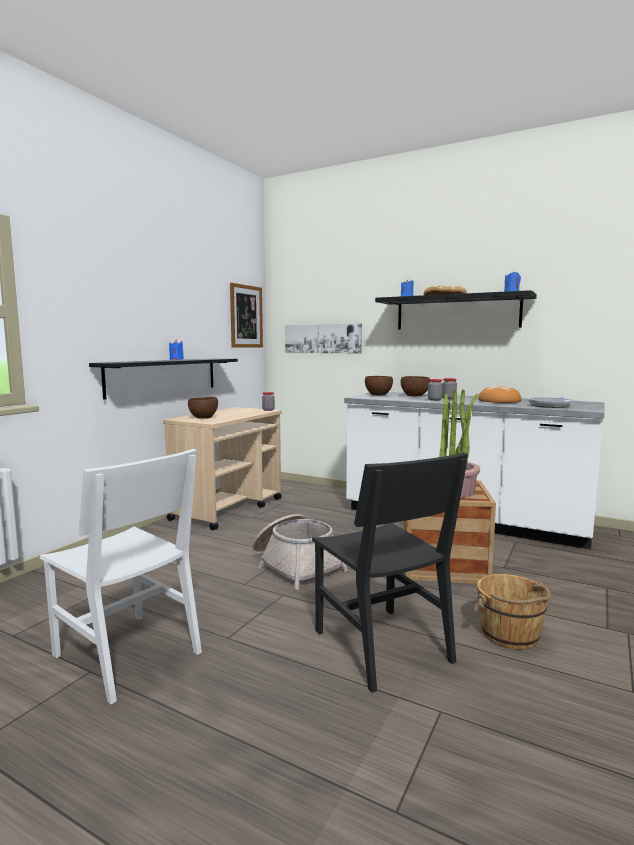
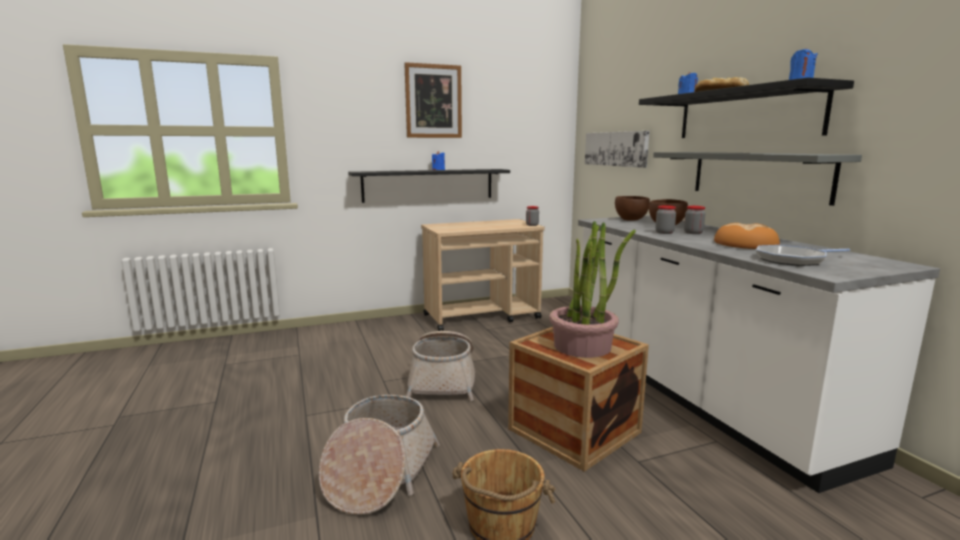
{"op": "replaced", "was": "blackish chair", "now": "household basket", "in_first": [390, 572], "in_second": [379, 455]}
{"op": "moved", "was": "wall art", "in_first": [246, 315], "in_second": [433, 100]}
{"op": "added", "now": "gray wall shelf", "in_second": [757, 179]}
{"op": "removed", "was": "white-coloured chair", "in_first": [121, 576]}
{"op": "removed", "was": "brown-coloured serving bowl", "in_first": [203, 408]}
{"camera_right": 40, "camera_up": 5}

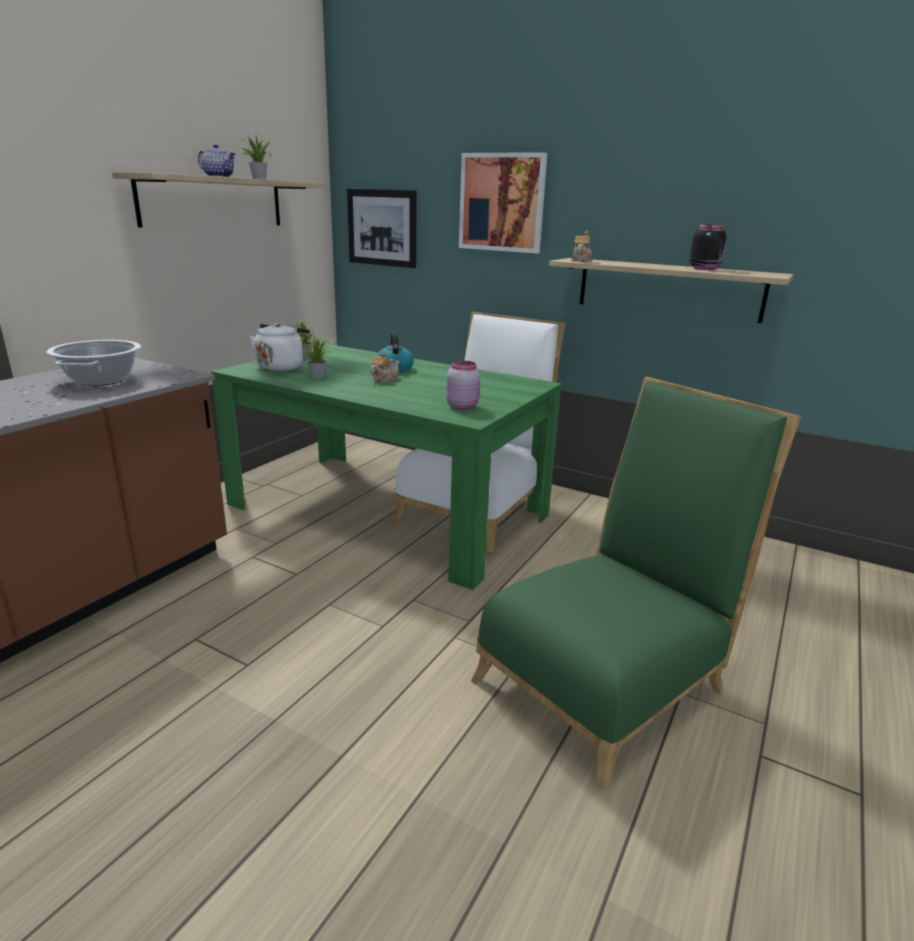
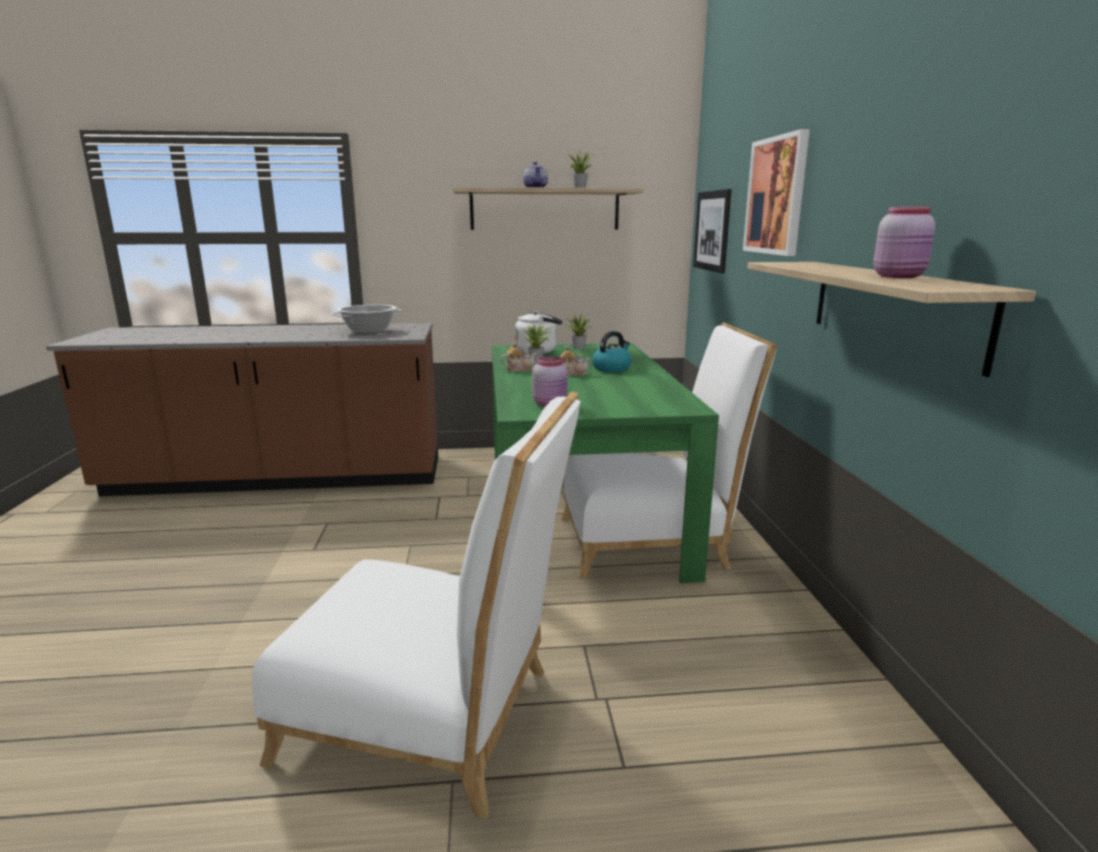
{"op": "recoloured", "was": "green-coloured chair", "now": "white-coloured chair", "in_first": [636, 584], "in_second": [416, 605]}
{"op": "moved", "was": "tea pot", "in_first": [581, 246], "in_second": [519, 357]}
{"op": "recoloured", "was": "blackish preserve jar", "now": "pink preserve jar", "in_first": [708, 247], "in_second": [904, 242]}
{"camera_right": 55, "camera_up": -5}

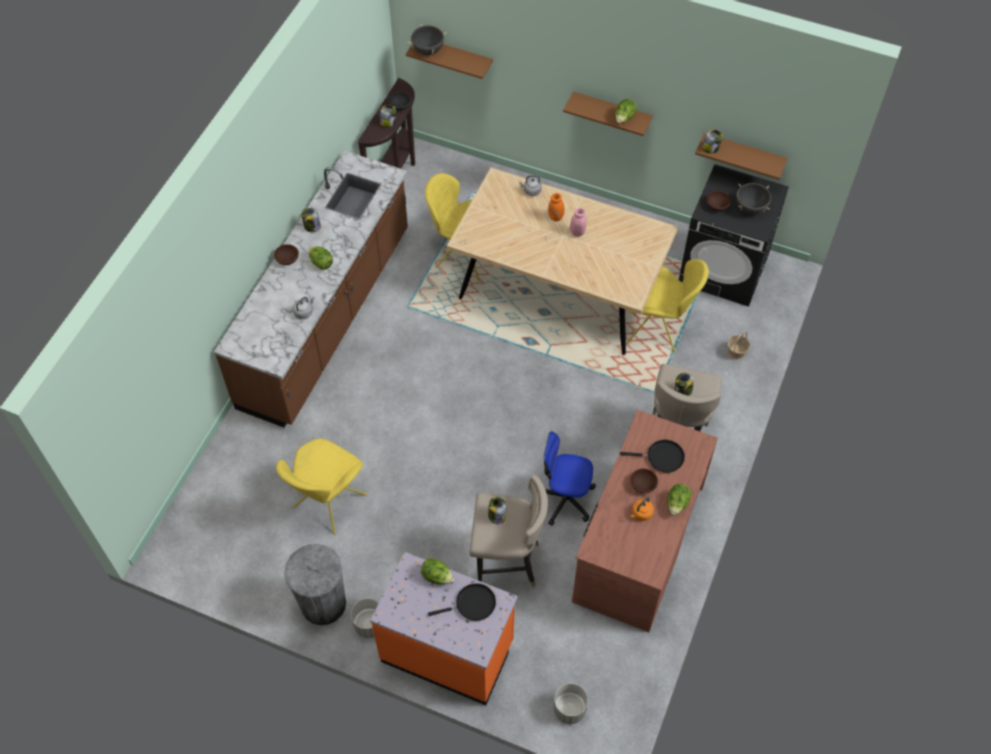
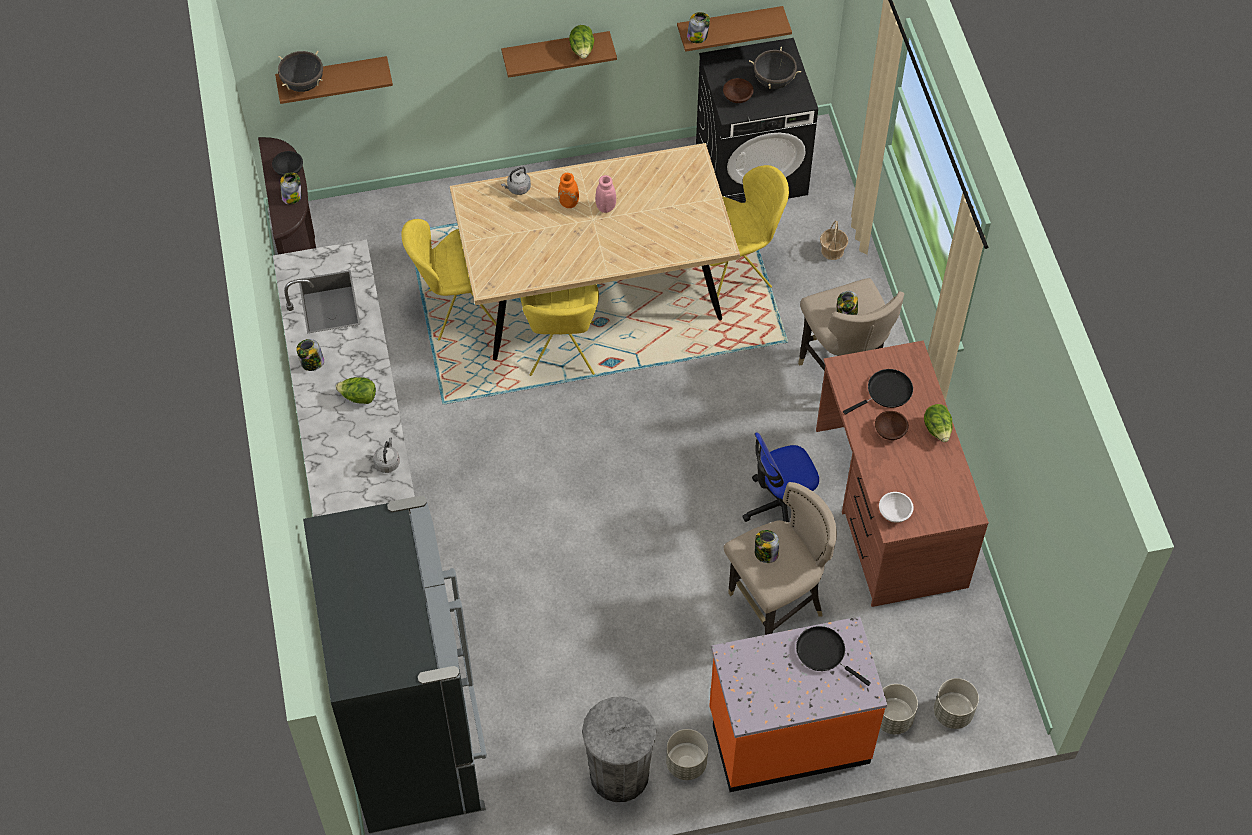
{"op": "added", "now": "blackish fridge", "in_second": [395, 665]}
{"op": "moved", "was": "yellow-coloured chair", "in_first": [321, 487], "in_second": [560, 330]}
{"op": "turned", "was": "blackish skillet", "in_first": [462, 602], "in_second": [833, 656], "clockwise": -90}
{"op": "added", "now": "white-coloured serving bowl", "in_second": [896, 507]}
{"op": "added", "now": "gray plant pot", "in_second": [899, 709]}
{"op": "removed", "was": "brown-coloured serving bowl", "in_first": [286, 254]}
{"op": "removed", "was": "head of lettuce", "in_first": [437, 571]}
{"op": "removed", "was": "orange tea kettle", "in_first": [642, 509]}
{"camera_right": -35, "camera_up": 0}

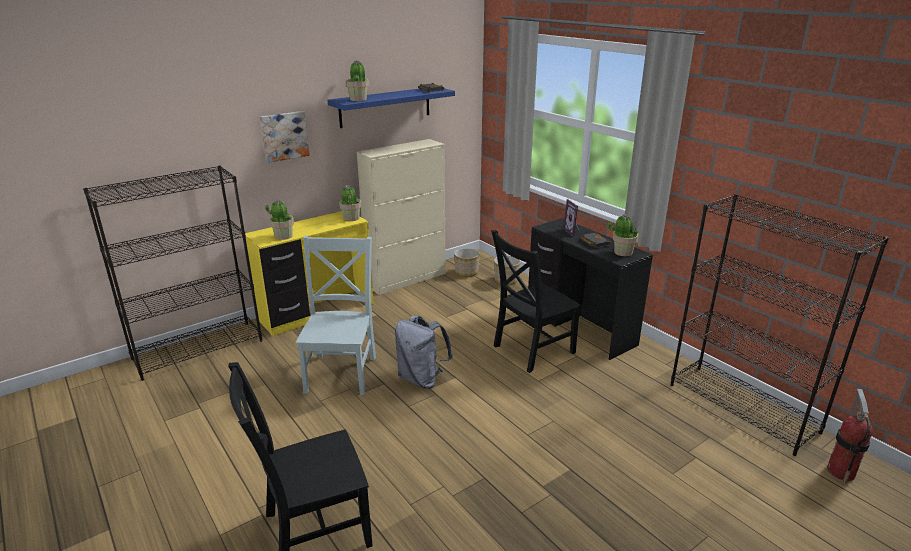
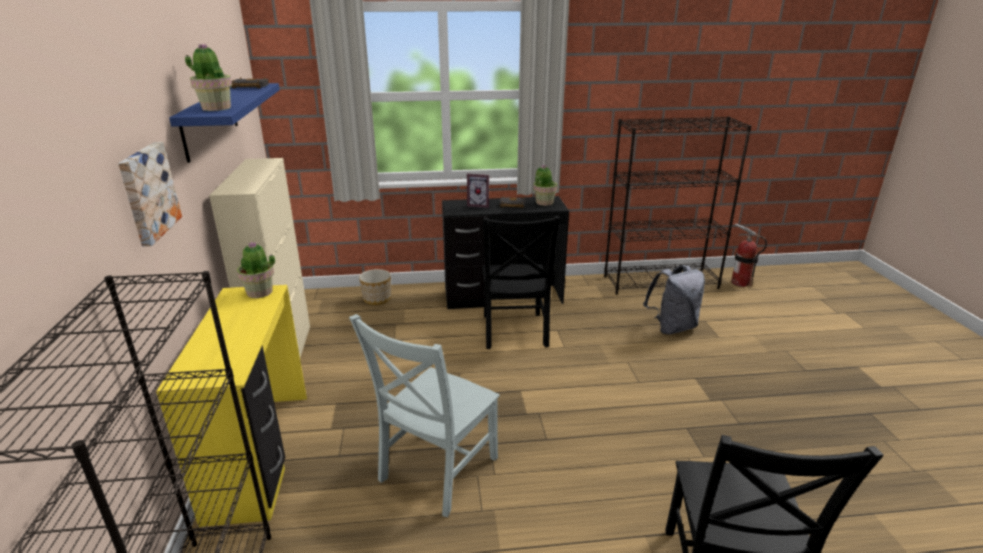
{"op": "turned", "was": "gray chair", "in_first": [336, 315], "in_second": [424, 415], "clockwise": -90}
{"op": "moved", "was": "gray backpack", "in_first": [424, 352], "in_second": [674, 300]}
{"op": "removed", "was": "plant in a pot", "in_first": [279, 219]}
{"op": "removed", "was": "plant pot", "in_first": [467, 262]}
{"camera_right": -60, "camera_up": 0}

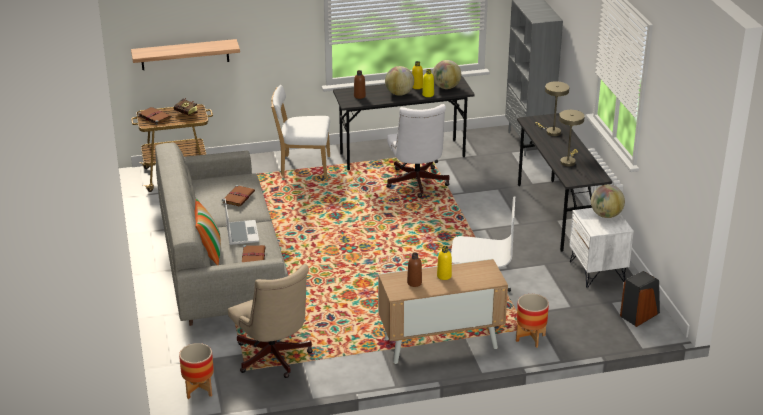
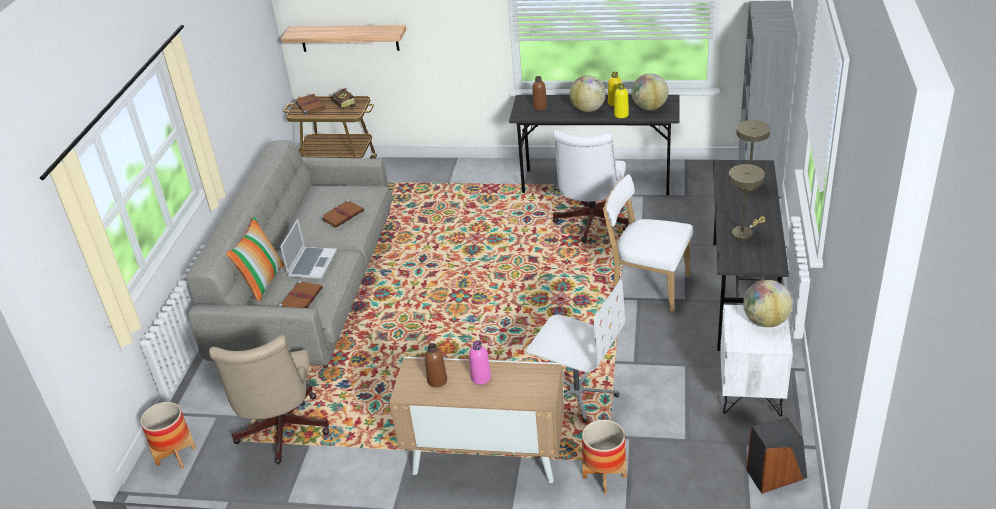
{"op": "recoloured", "was": "yellow-coloured drink bottle", "now": "pink drink bottle", "in_first": [444, 263], "in_second": [480, 362]}
{"op": "moved", "was": "white-coloured chair", "in_first": [300, 131], "in_second": [648, 243]}
{"camera_right": 25, "camera_up": 5}

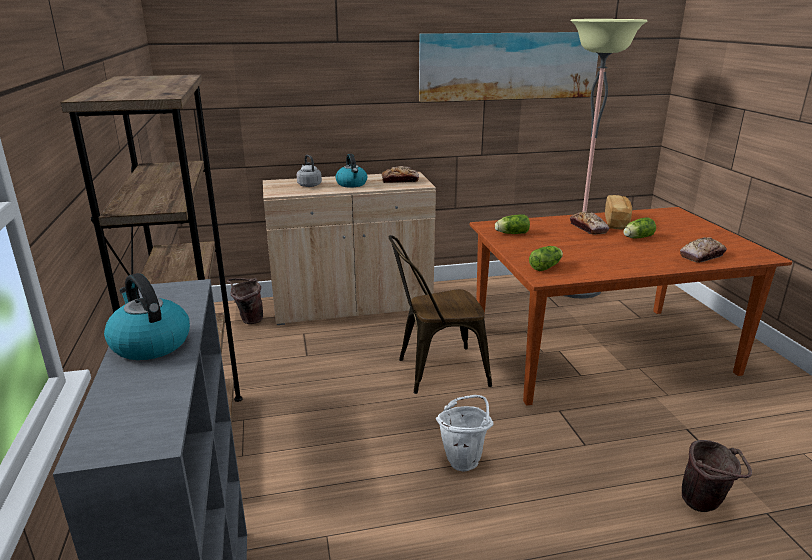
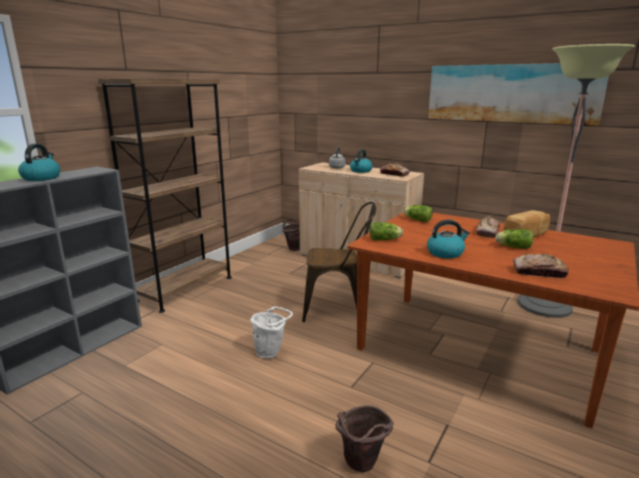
{"op": "turned", "was": "brown-coloured chair", "in_first": [440, 314], "in_second": [339, 262], "clockwise": 150}
{"op": "added", "now": "tea kettle", "in_second": [448, 239]}
{"camera_right": 45, "camera_up": -5}

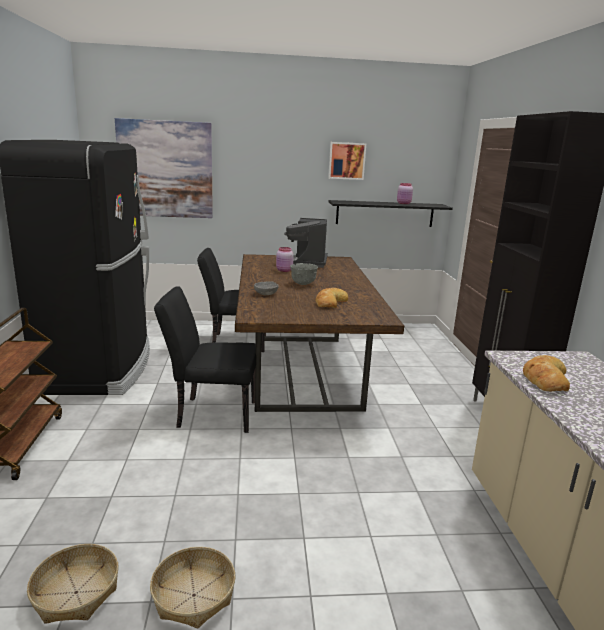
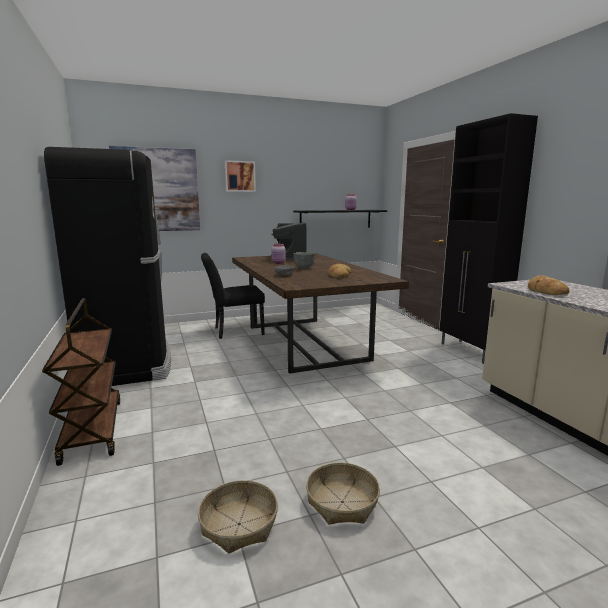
{"op": "moved", "was": "wall art", "in_first": [347, 161], "in_second": [240, 176]}
{"op": "removed", "was": "blackish chair", "in_first": [205, 359]}
{"camera_right": -15, "camera_up": -5}

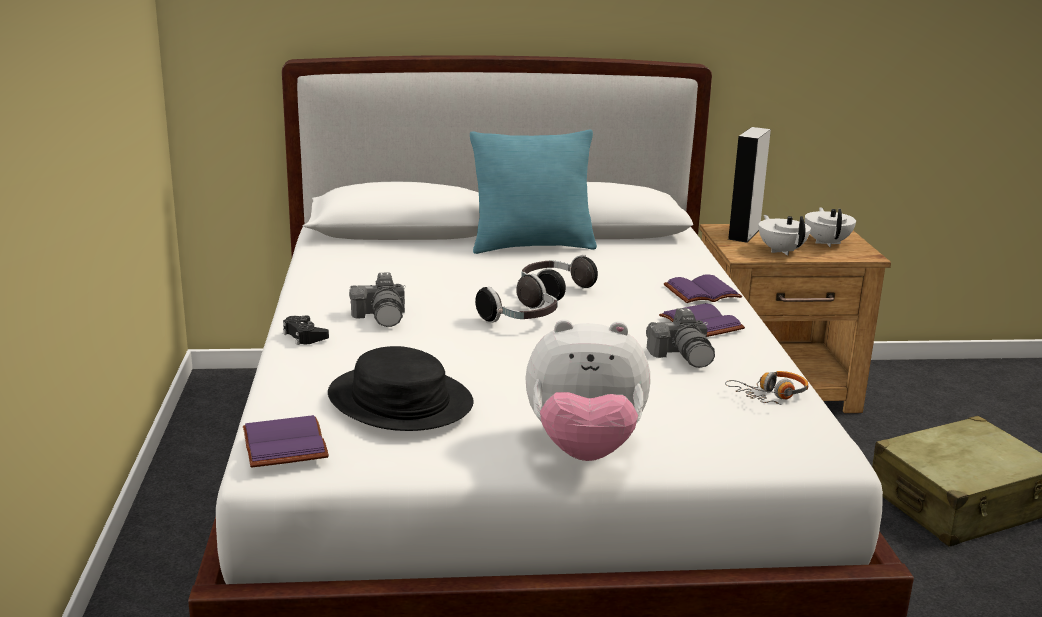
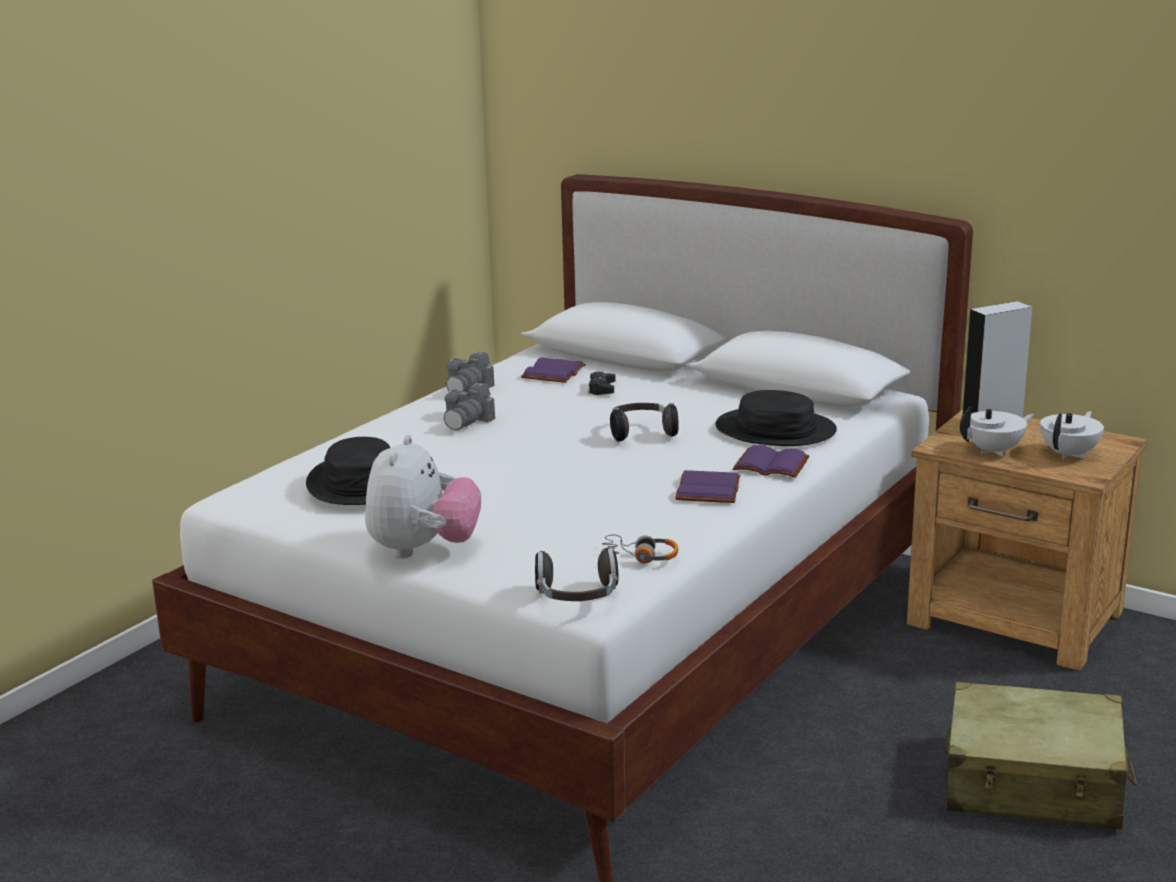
{"op": "turned", "was": "soft toy", "in_first": [587, 390], "in_second": [423, 496], "clockwise": -120}
{"op": "moved", "was": "still camera", "in_first": [680, 338], "in_second": [470, 372]}
{"op": "moved", "was": "purple bound book", "in_first": [286, 441], "in_second": [553, 370]}
{"op": "moved", "was": "headset", "in_first": [516, 298], "in_second": [576, 574]}
{"op": "moved", "was": "blackish joypad", "in_first": [306, 330], "in_second": [602, 383]}
{"op": "added", "now": "blackish clothing hat", "in_second": [776, 418]}
{"op": "turned", "was": "white-coloured tea pot", "in_first": [785, 235], "in_second": [997, 431], "clockwise": 45}
{"op": "removed", "was": "turquoise cushion", "in_first": [533, 191]}
{"camera_right": 40, "camera_up": 0}

